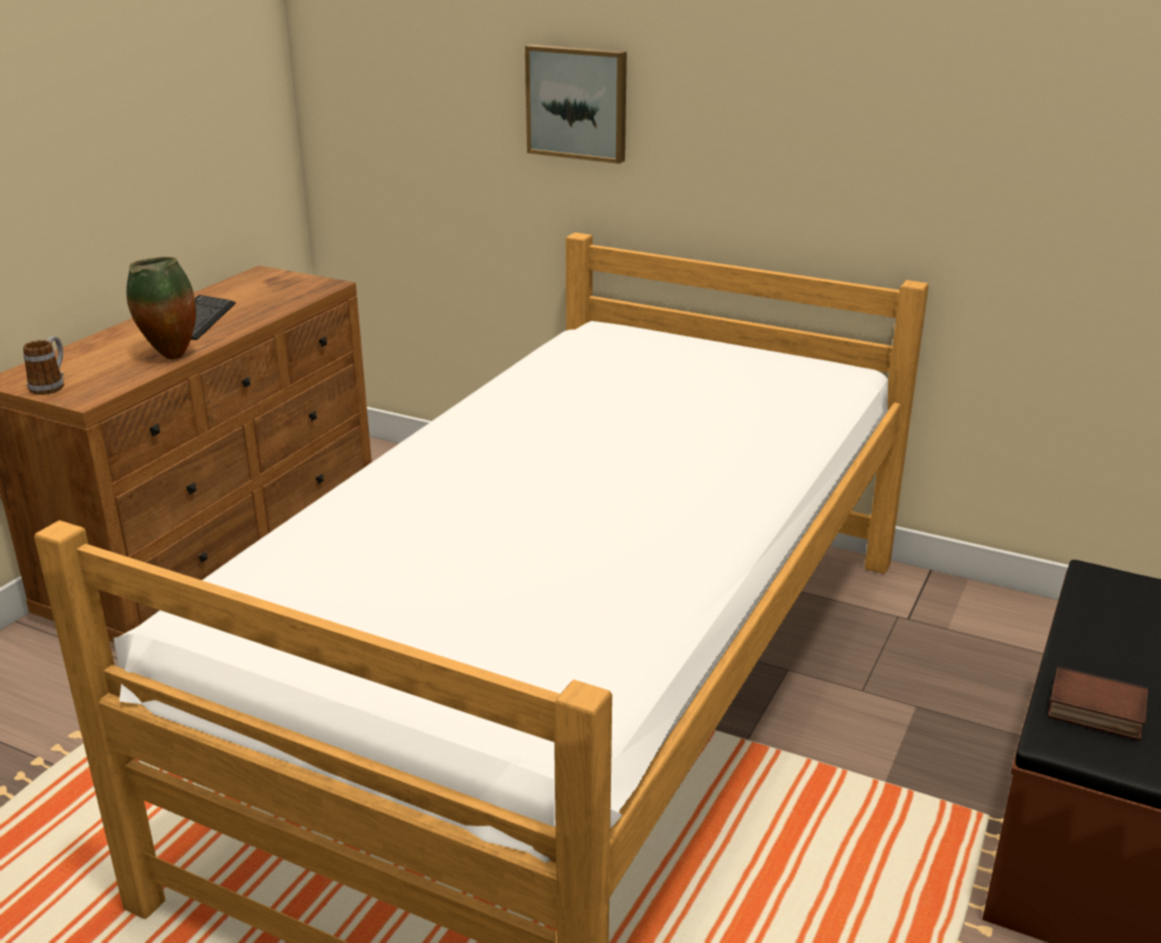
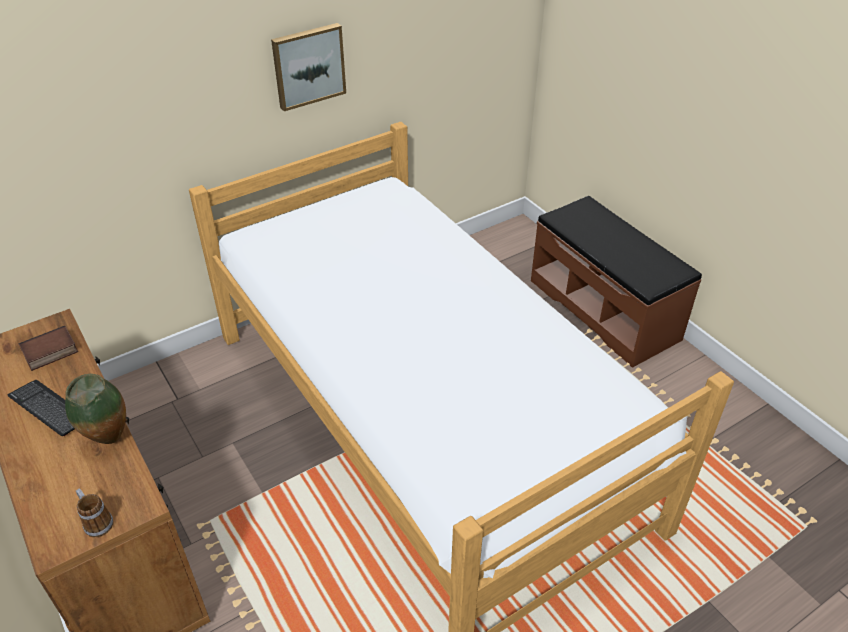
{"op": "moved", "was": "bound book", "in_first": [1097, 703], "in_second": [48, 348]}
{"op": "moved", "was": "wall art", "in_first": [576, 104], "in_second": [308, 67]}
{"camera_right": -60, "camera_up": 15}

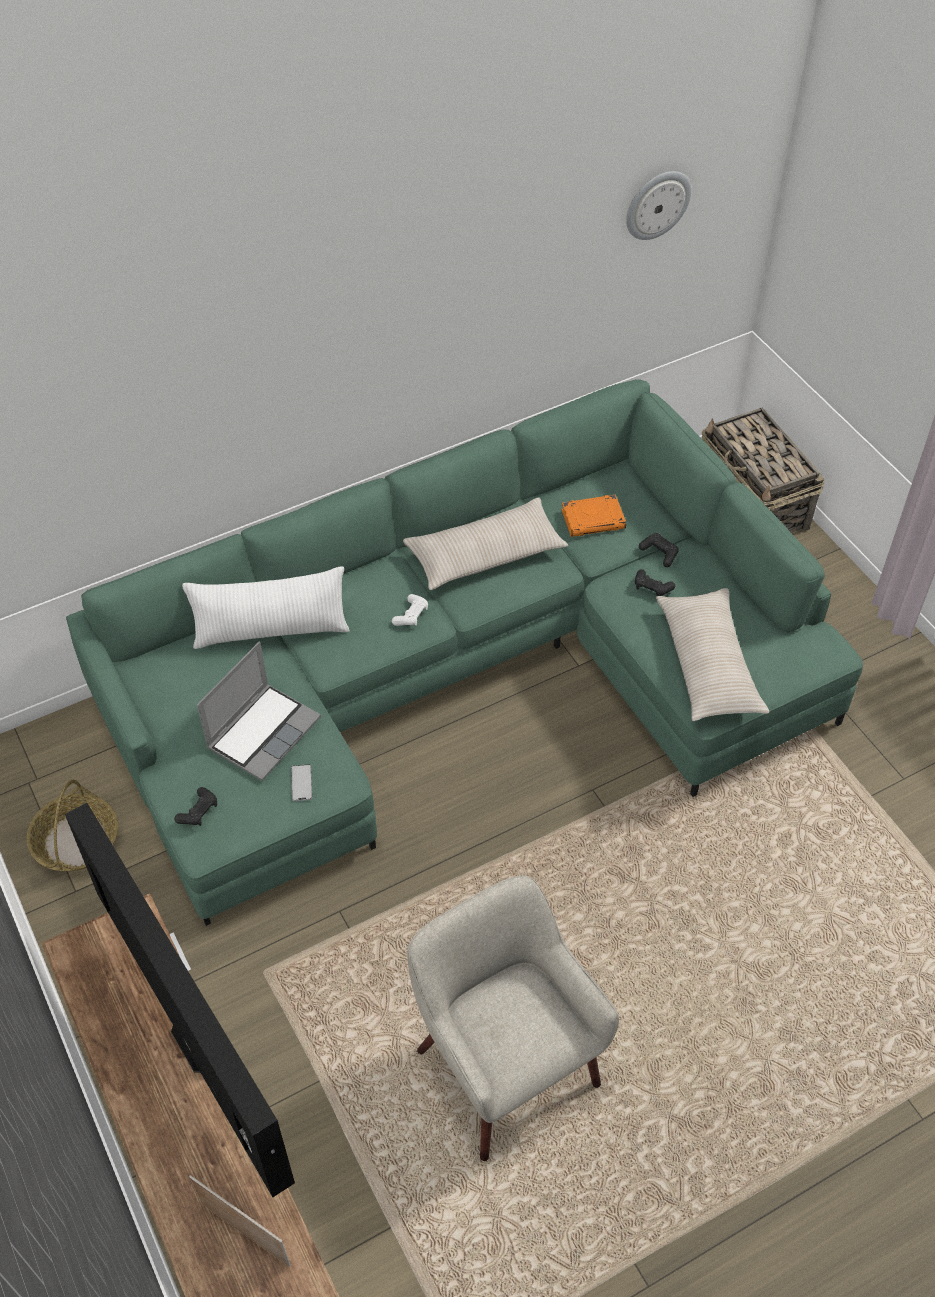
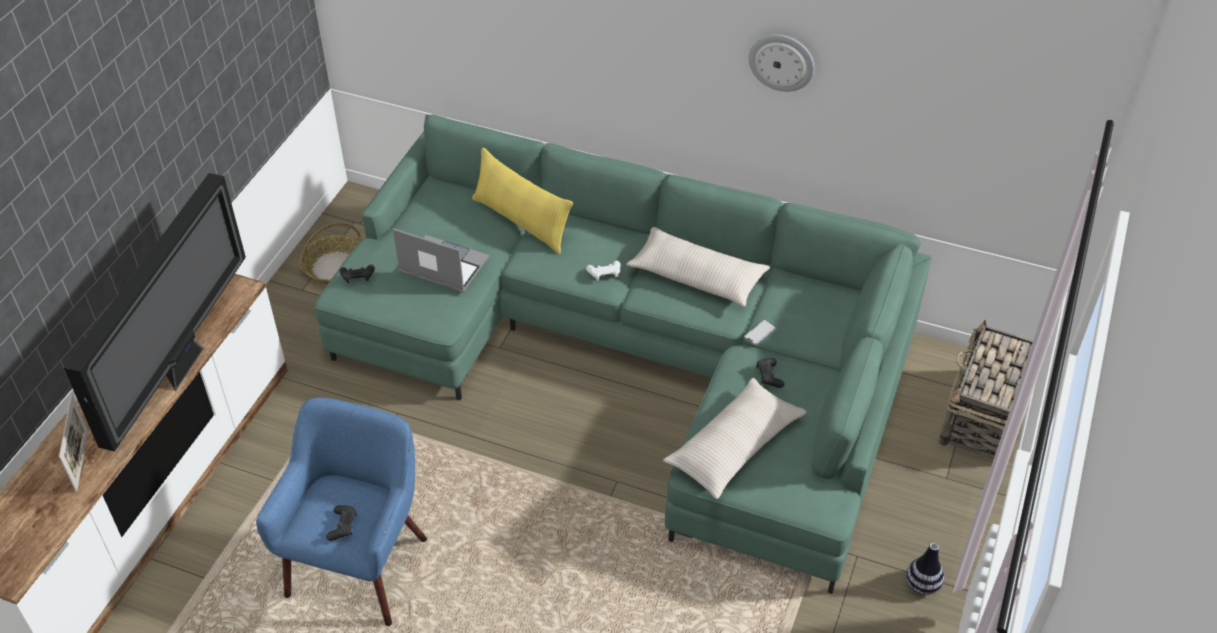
{"op": "recoloured", "was": "beige-coloured armchair", "now": "blue-coloured armchair", "in_first": [513, 1018], "in_second": [341, 511]}
{"op": "moved", "was": "blackish joypad", "in_first": [659, 550], "in_second": [341, 523]}
{"op": "turned", "was": "laptop", "in_first": [259, 711], "in_second": [441, 260], "clockwise": -150}
{"op": "recoloured", "was": "white-coloured cushion", "now": "yellow-coloured cushion", "in_first": [265, 607], "in_second": [522, 201]}
{"op": "moved", "was": "telephone", "in_first": [301, 782], "in_second": [760, 332]}
{"op": "moved", "was": "clock on the wall", "in_first": [658, 205], "in_second": [781, 63]}
{"op": "added", "now": "decorative vase", "in_second": [925, 568]}
{"op": "removed", "was": "orange bound book", "in_first": [593, 515]}
{"camera_right": 50, "camera_up": -5}

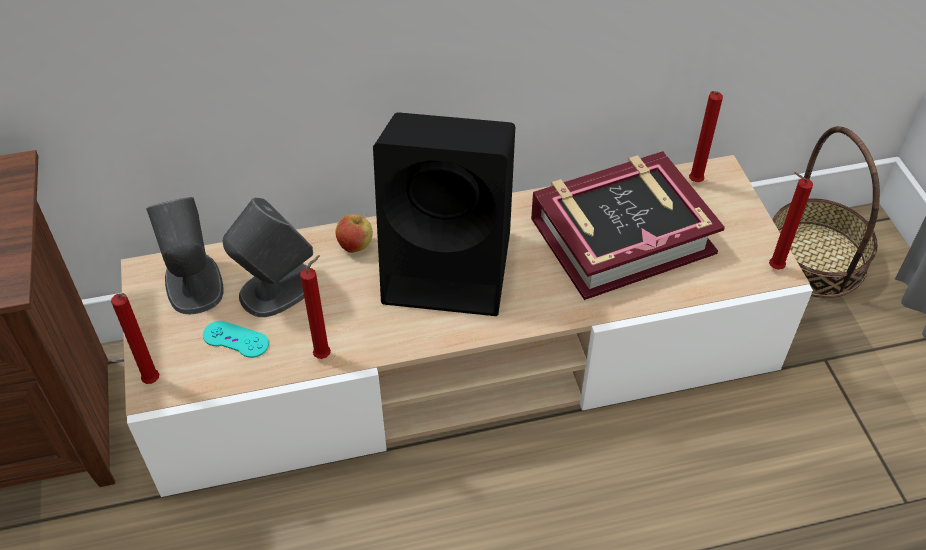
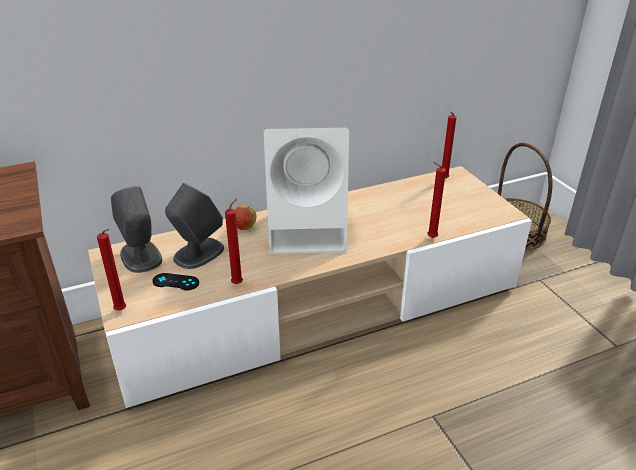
{"op": "recoloured", "was": "turquoise joypad", "now": "blackish joypad", "in_first": [236, 339], "in_second": [175, 281]}
{"op": "recoloured", "was": "blackish speaker", "now": "white-coloured speaker", "in_first": [444, 214], "in_second": [306, 191]}
{"op": "moved", "was": "red wax candle", "in_first": [791, 221], "in_second": [436, 200]}
{"op": "removed", "was": "bound book", "in_first": [628, 225]}
{"camera_right": -10, "camera_up": -15}

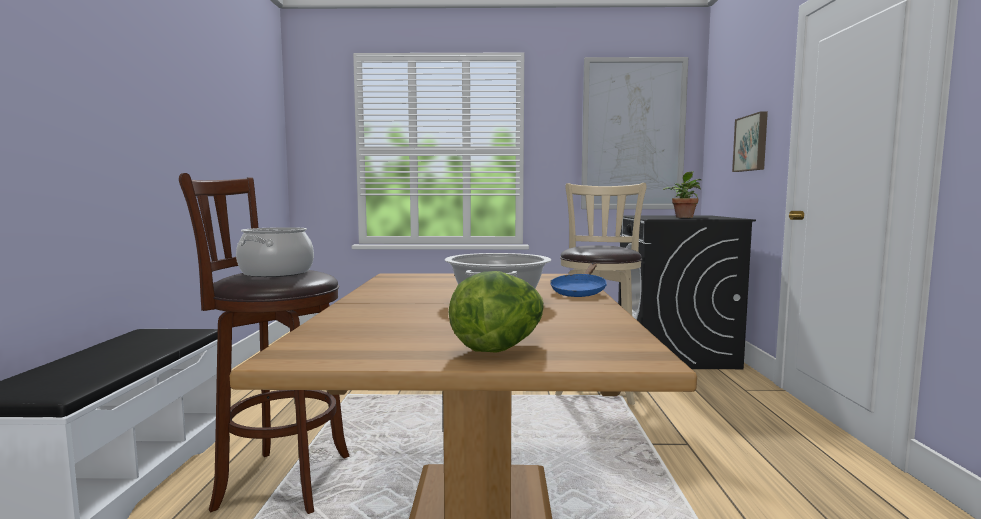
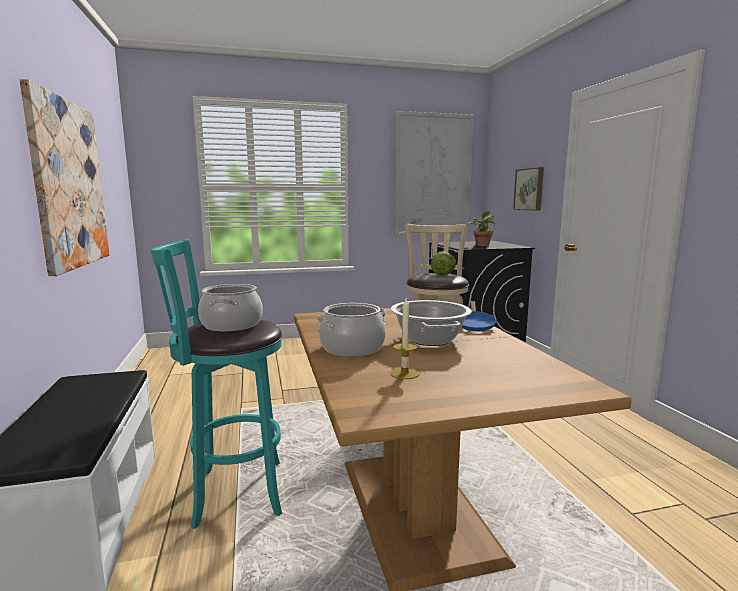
{"op": "added", "now": "wall art", "in_second": [64, 177]}
{"op": "recoloured", "was": "brown-coloured stool", "now": "turquoise stool", "in_first": [264, 343], "in_second": [216, 384]}
{"op": "added", "now": "cooking pot", "in_second": [351, 330]}
{"op": "added", "now": "wax candle", "in_second": [404, 338]}
{"op": "moved", "was": "head of lettuce", "in_first": [496, 312], "in_second": [443, 263]}
{"camera_right": -15, "camera_up": 5}

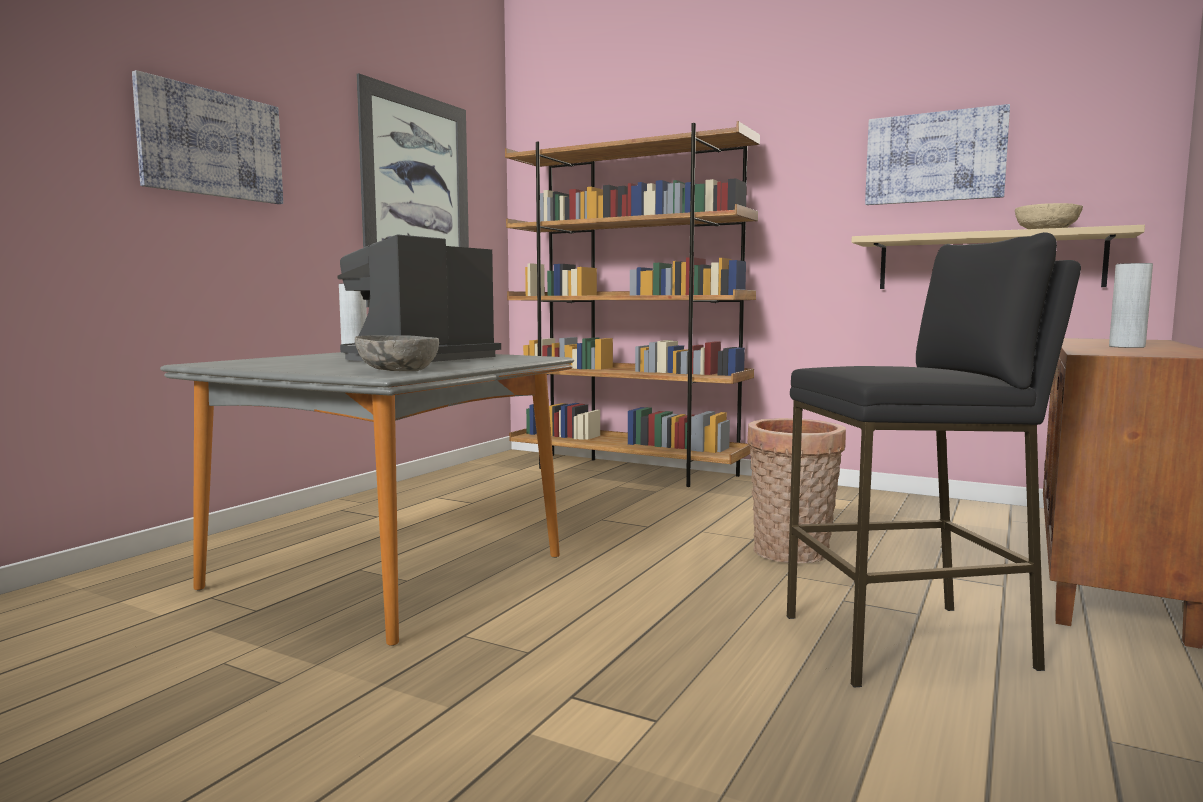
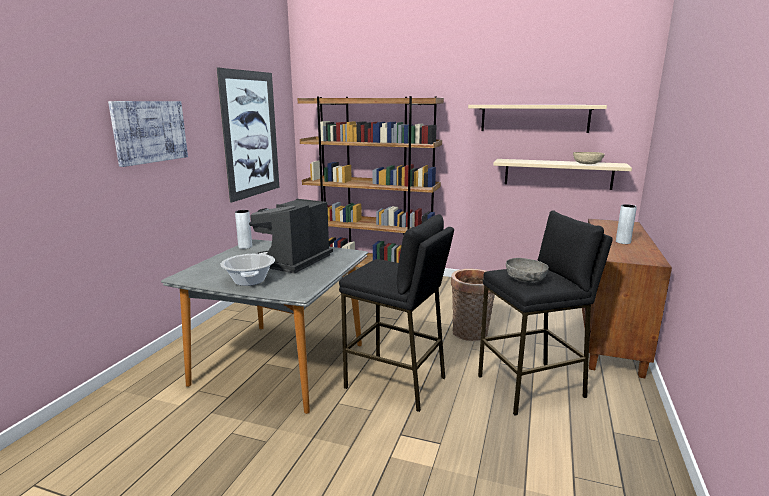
{"op": "added", "now": "cooking pot", "in_second": [247, 270]}
{"op": "added", "now": "blackish stool", "in_second": [396, 313]}
{"op": "replaced", "was": "wall art", "now": "beige-coloured wall shelf", "in_first": [937, 154], "in_second": [537, 119]}
{"op": "moved", "was": "gray serving bowl", "in_first": [397, 353], "in_second": [527, 270]}
{"camera_right": -10, "camera_up": 10}

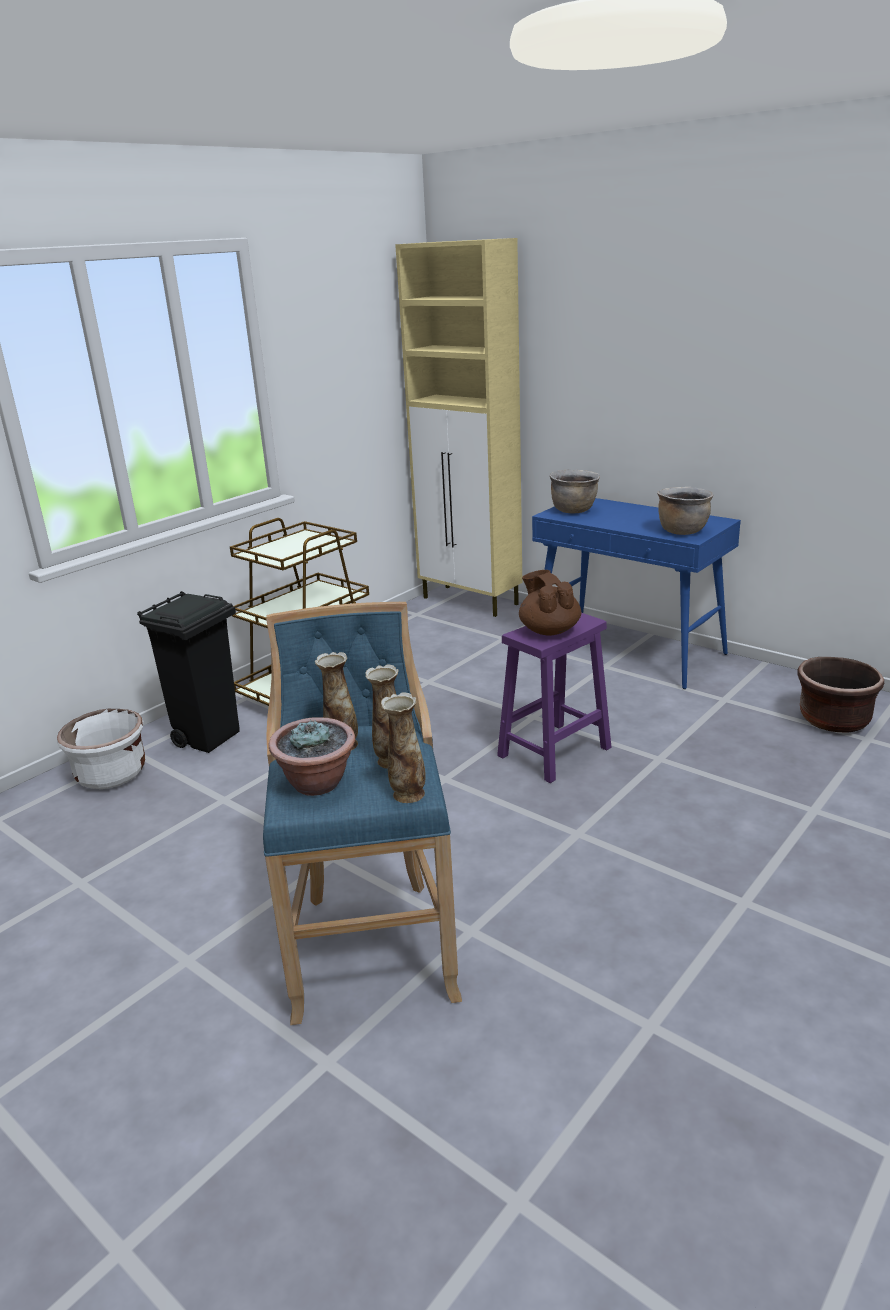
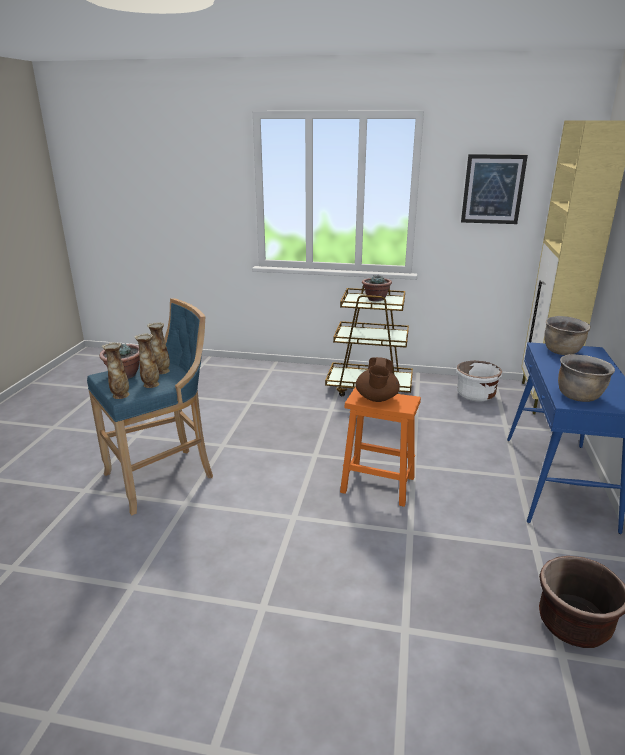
{"op": "recoloured", "was": "purple stool", "now": "orange stool", "in_first": [554, 698], "in_second": [380, 447]}
{"op": "turned", "was": "brown-coloured tea pot", "in_first": [550, 603], "in_second": [377, 379], "clockwise": 150}
{"op": "added", "now": "plant in a pot", "in_second": [377, 289]}
{"op": "moved", "was": "white-coloured plant pot", "in_first": [101, 749], "in_second": [479, 381]}
{"op": "added", "now": "wall art", "in_second": [494, 189]}
{"op": "removed", "was": "blackish waste bin", "in_first": [188, 672]}
{"camera_right": 60, "camera_up": 0}

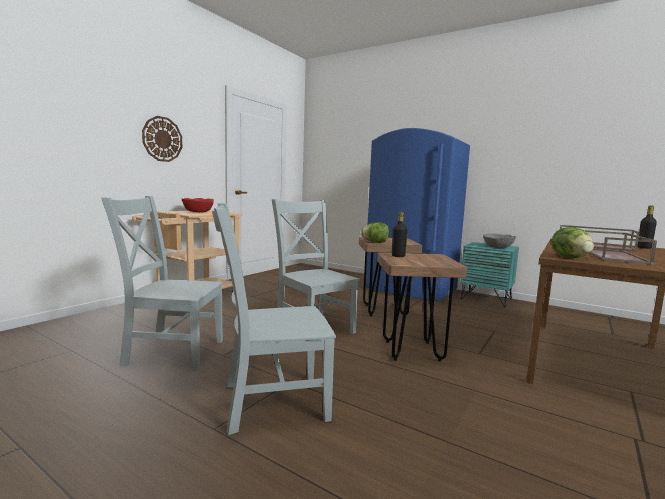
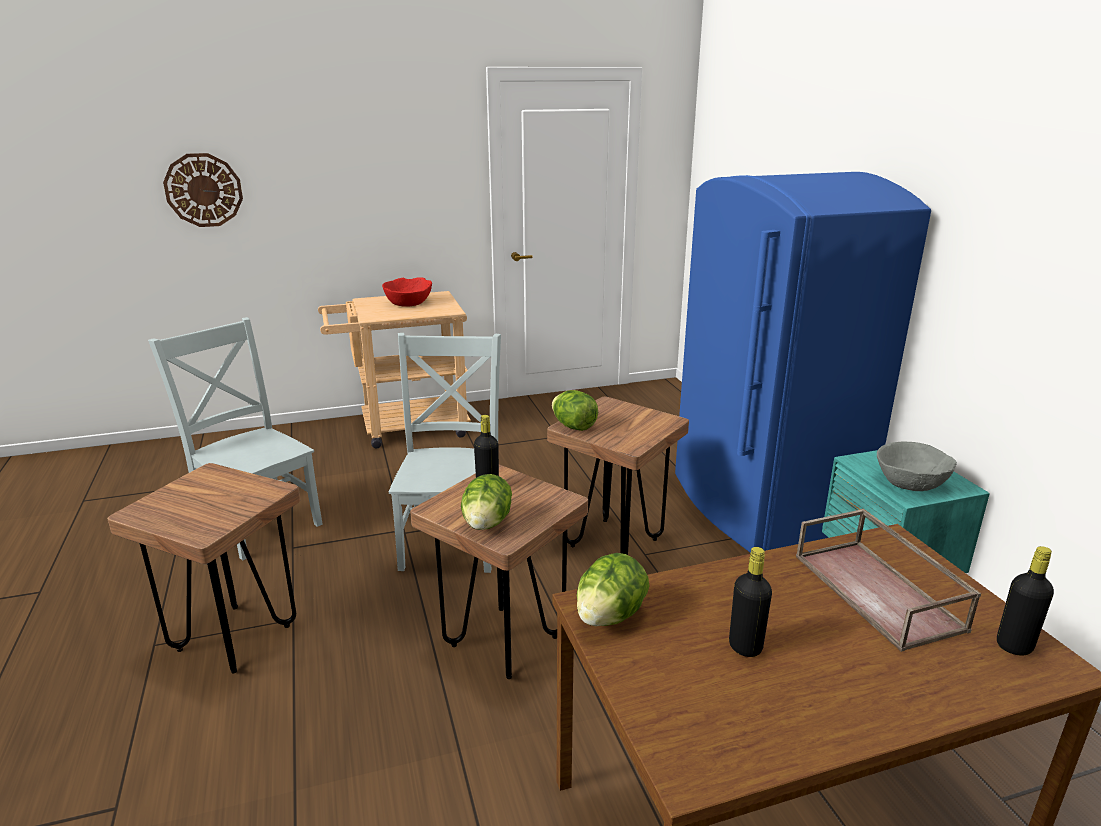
{"op": "replaced", "was": "gray chair", "now": "brown-coloured stool", "in_first": [274, 319], "in_second": [203, 568]}
{"op": "moved", "was": "clock on the wall", "in_first": [162, 139], "in_second": [203, 190]}
{"op": "added", "now": "head of lettuce", "in_second": [486, 502]}
{"op": "replaced", "was": "brown-coloured serving tray", "now": "blackish drink bottle", "in_first": [621, 247], "in_second": [750, 602]}
{"camera_right": 40, "camera_up": 15}

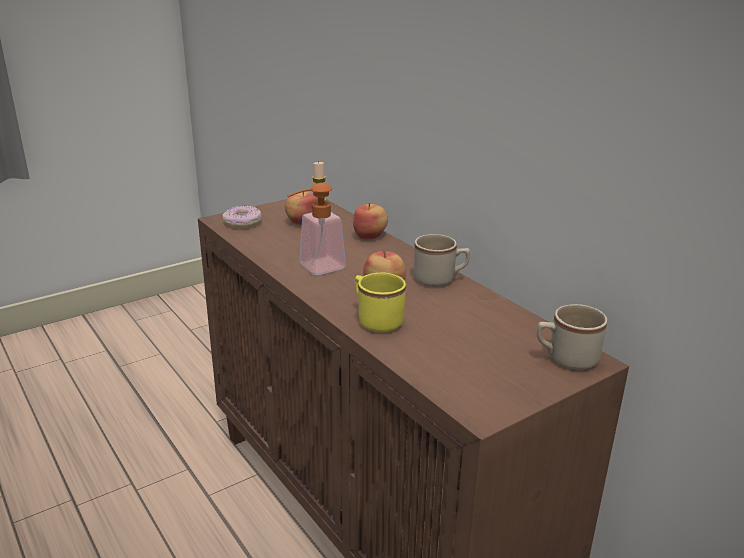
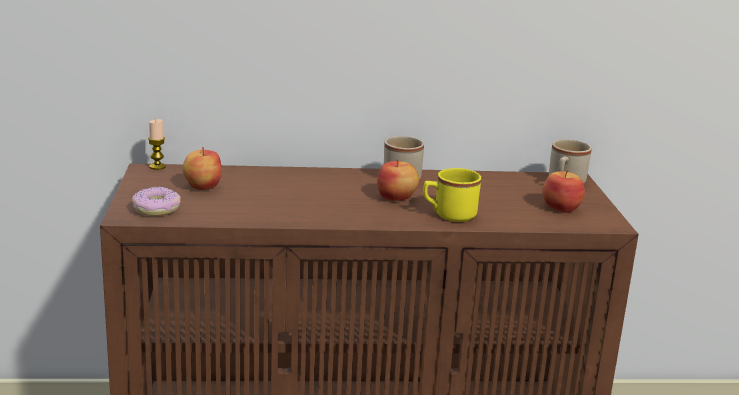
{"op": "moved", "was": "apple", "in_first": [370, 221], "in_second": [563, 191]}
{"op": "removed", "was": "soap bottle", "in_first": [316, 229]}
{"camera_right": -60, "camera_up": -5}

